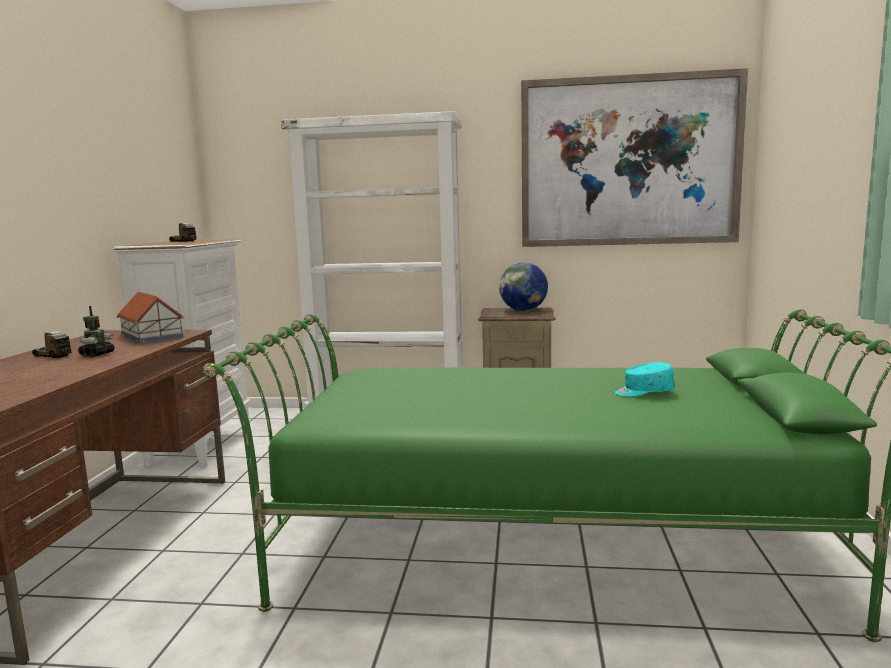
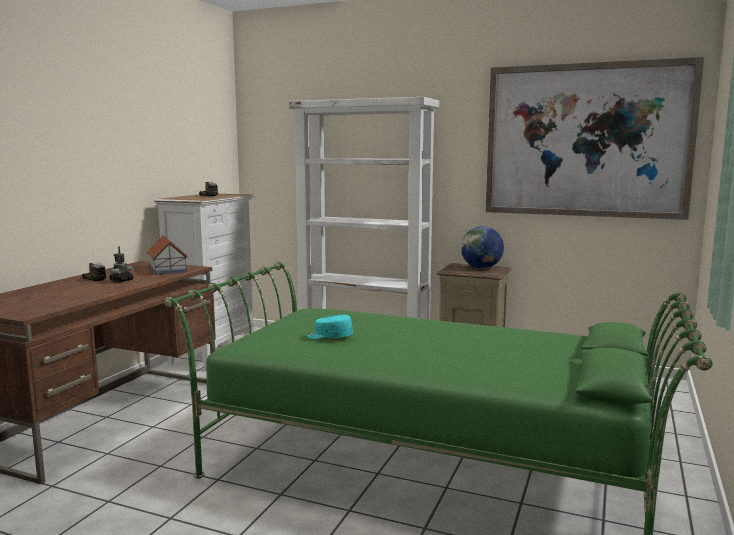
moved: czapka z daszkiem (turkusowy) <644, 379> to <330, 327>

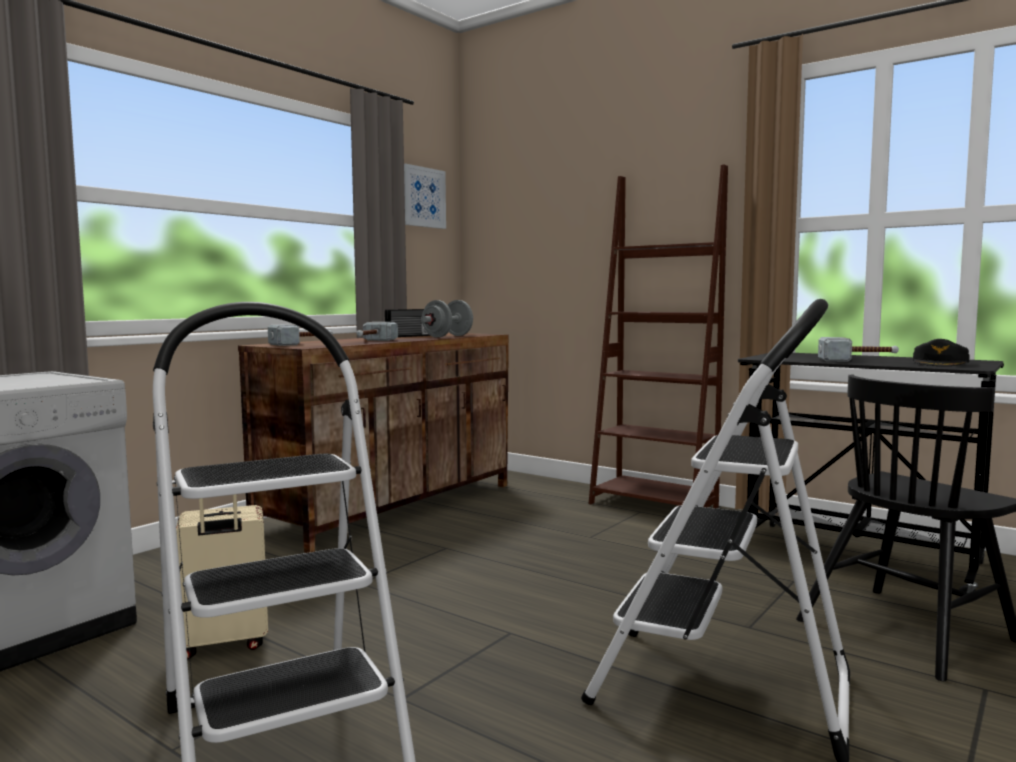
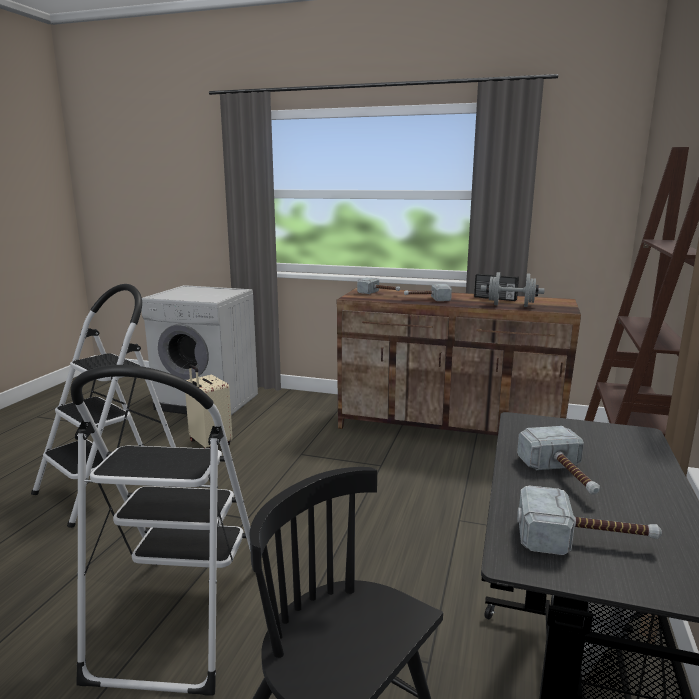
removed: obraz <425, 196>
replaced: czapka z daszkiem (czarny) <941, 352> to młotek <589, 520>

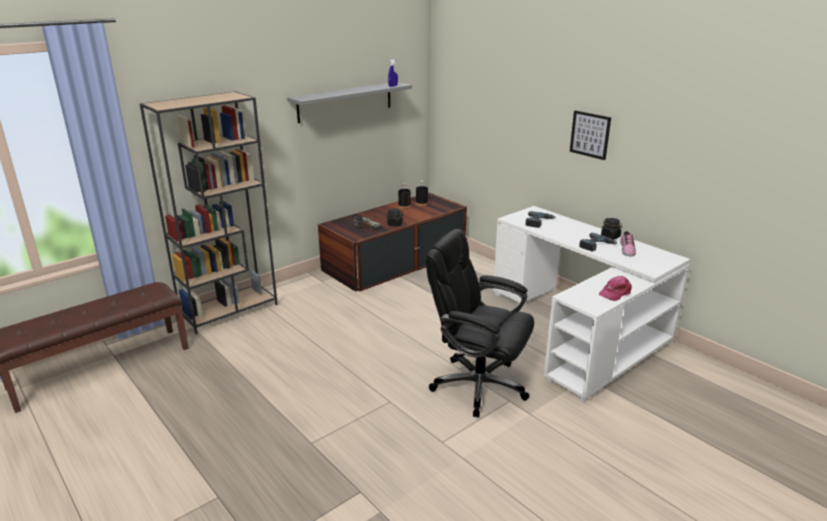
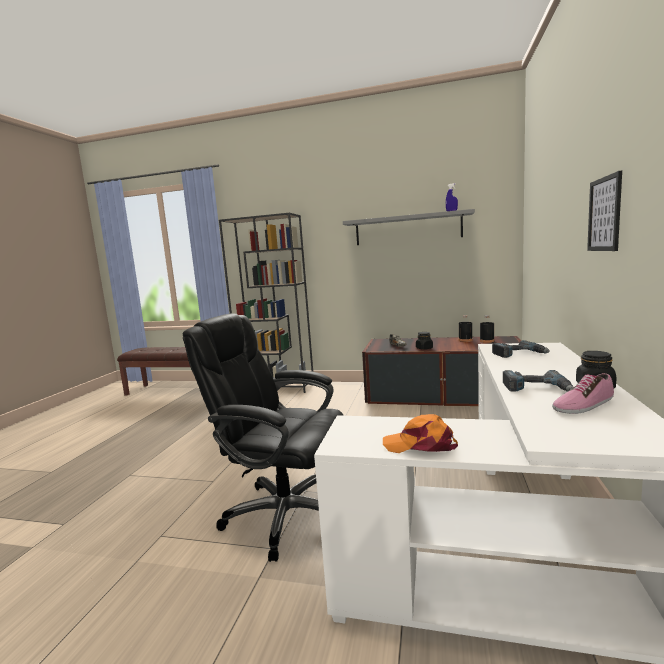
recoloured: czapka z daszkiem (różowy) <615, 288> to czapka z daszkiem (pomarańczowy) <420, 433>
turned: krzesło biurowe (czarny) <479, 323> = <263, 437> 60 degrees counterclockwise

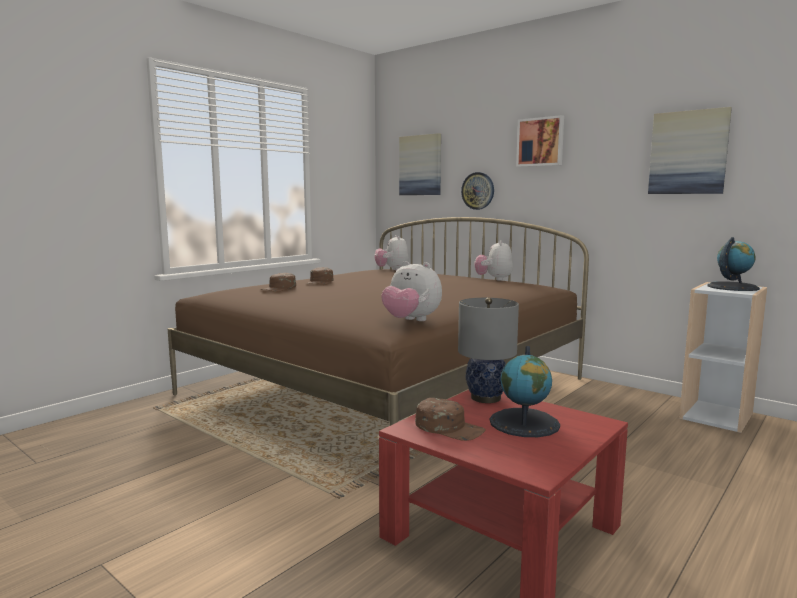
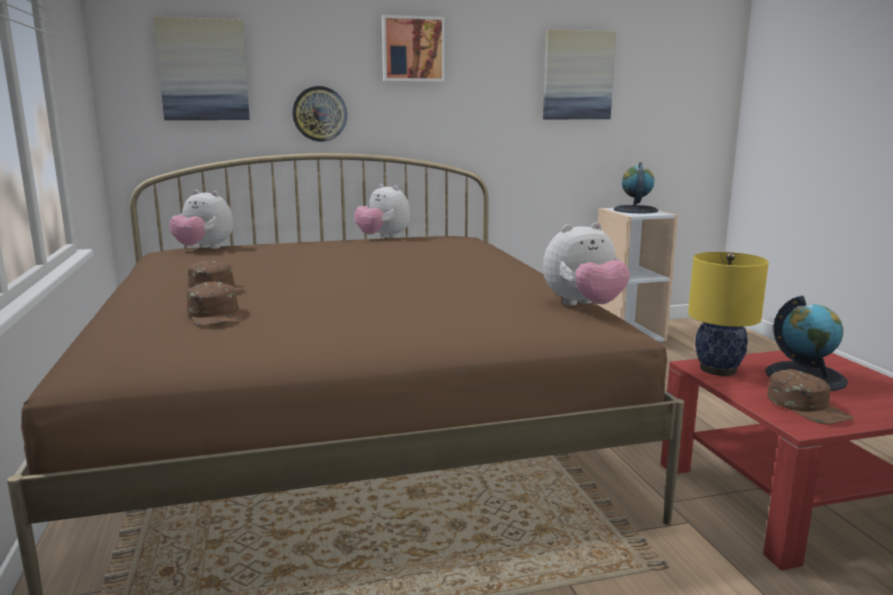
recoloured: lampa stołowa (szary) <488, 350> to lampa stołowa (żółty) <728, 314>
turned: czapka z daszkiem (brązowy) <450, 419> = <810, 396> 90 degrees clockwise

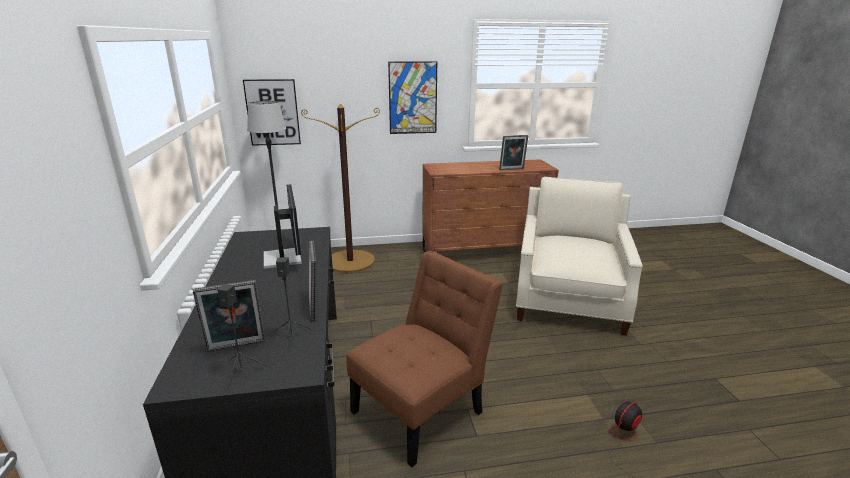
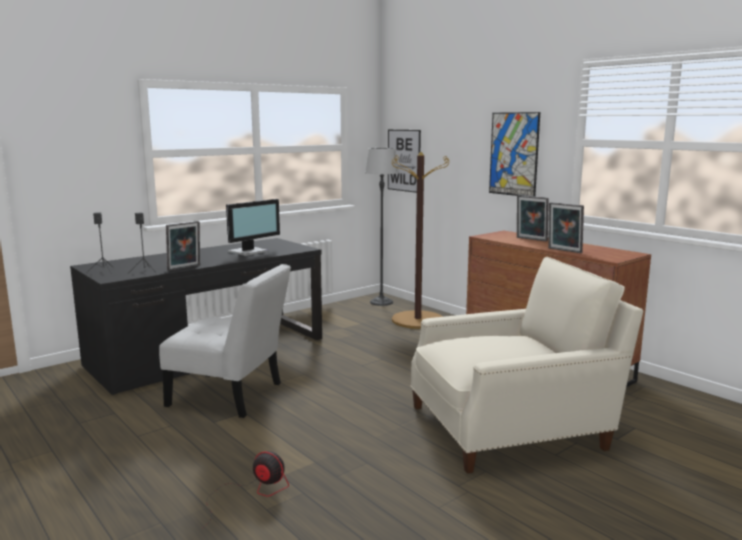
moved: ramka na zdjęcie <229, 316> to <533, 218>
recoloured: krzesło (brązowy) <425, 359> to krzesło (biały) <225, 341>

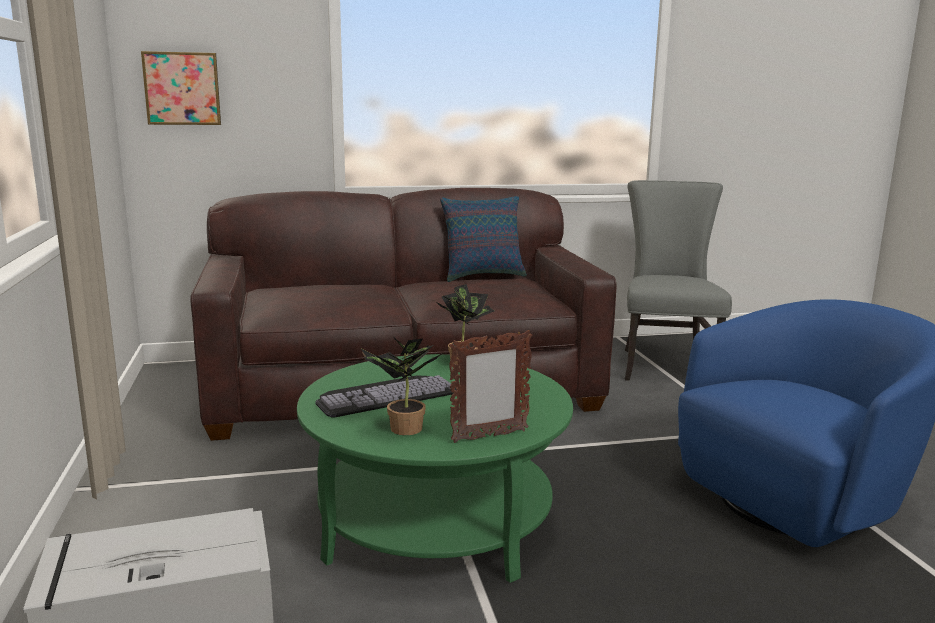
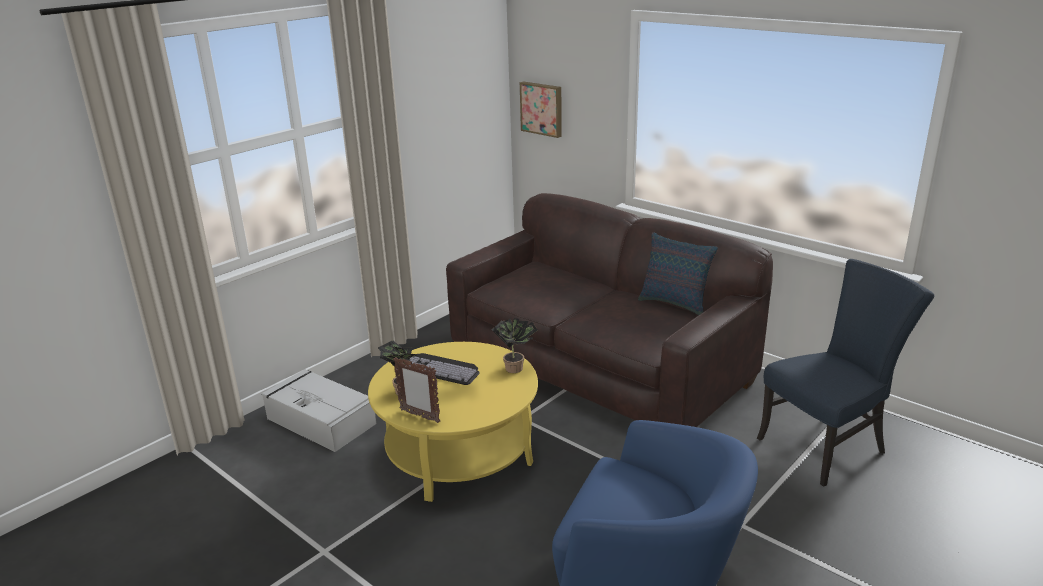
recoloured: krzesło (szary) <678, 280> to krzesło (niebieski) <846, 373>; ława (zielony) <435, 468> to ława (żółty) <453, 422>

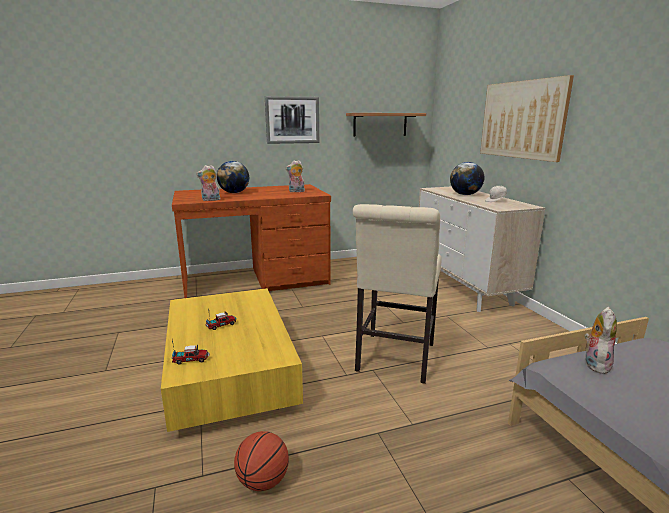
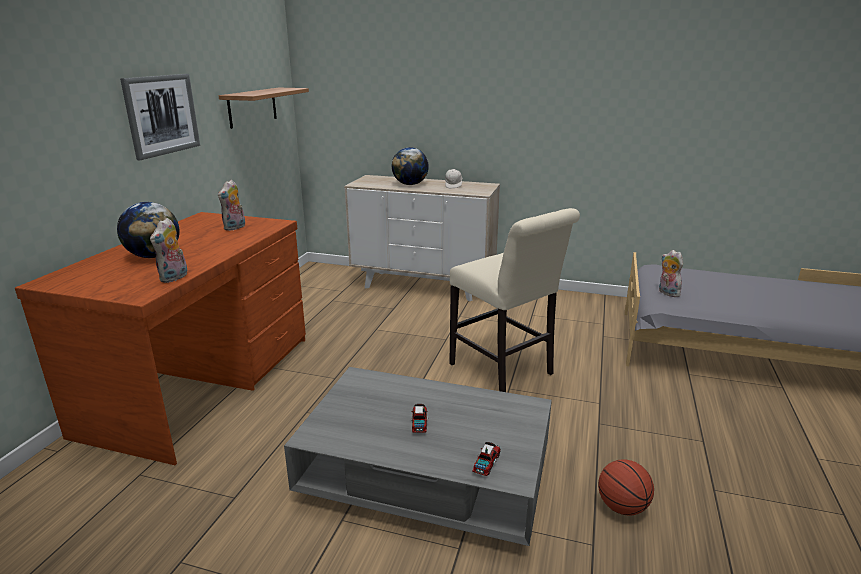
removed: obraz <527, 118>
recoloured: ława (żółty) <232, 360> to ława (szary) <418, 456>

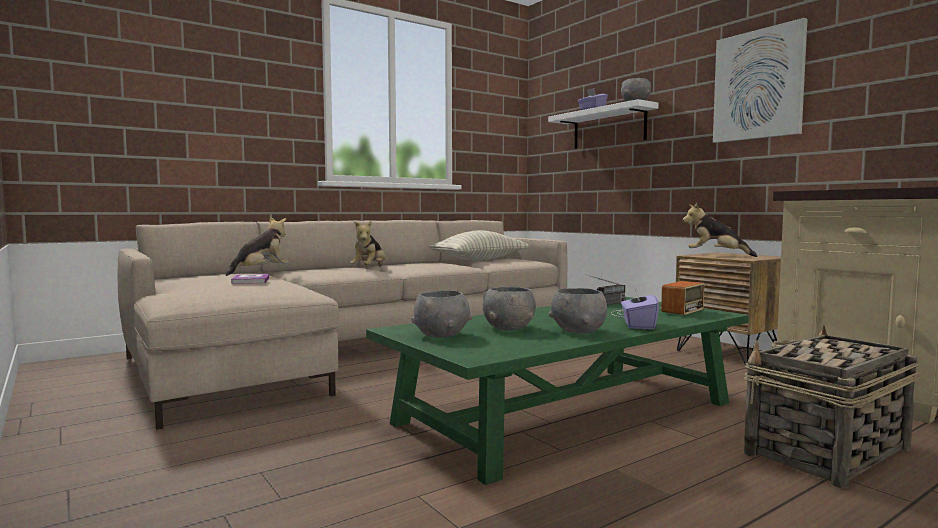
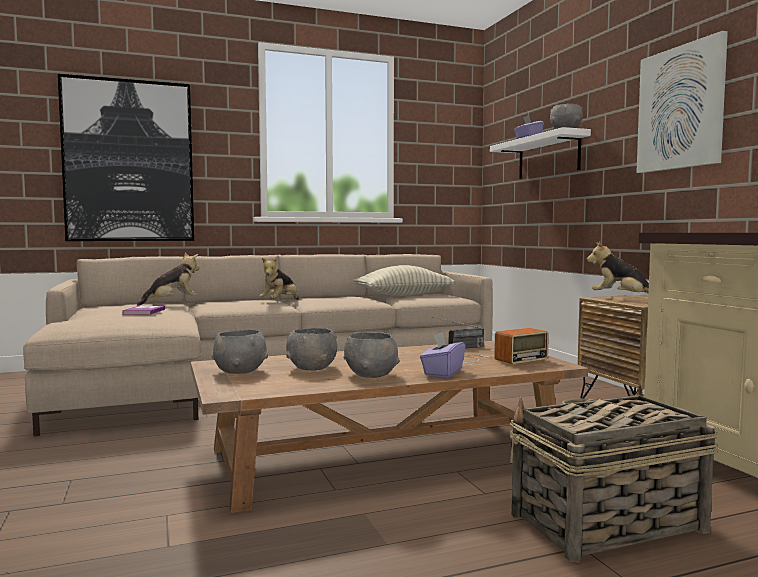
added: obraz <126, 157>
recoloured: ława (zielony) <557, 391> to ława (brązowy) <389, 427>

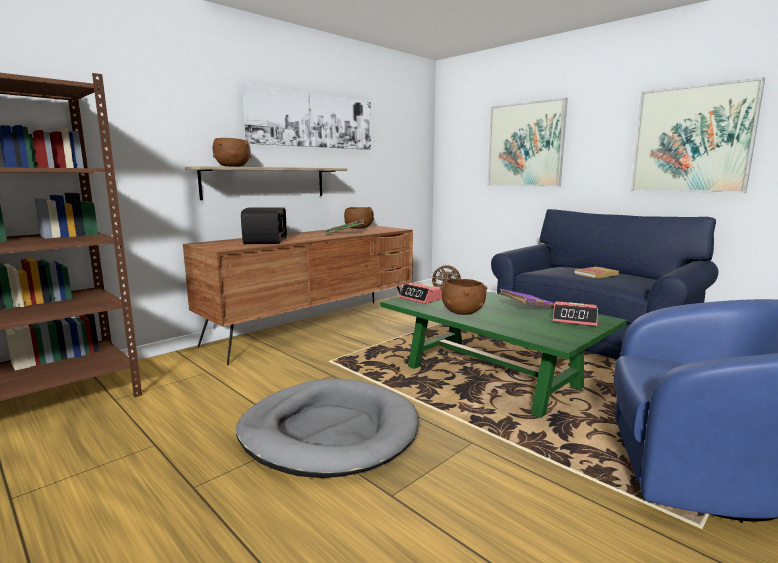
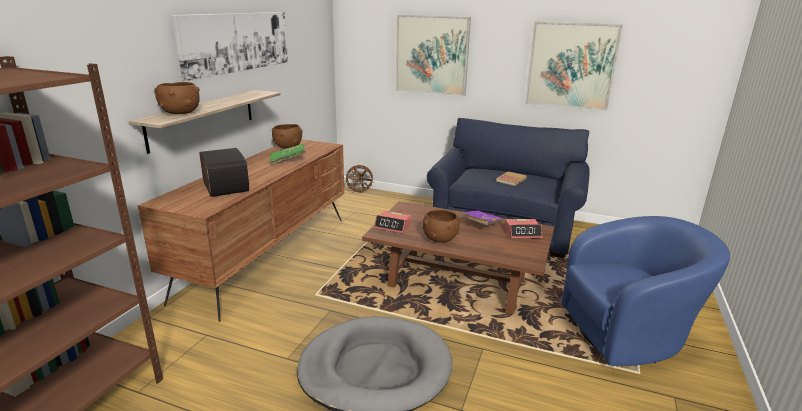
recoloured: ława (zielony) <503, 352> to ława (brązowy) <458, 257>

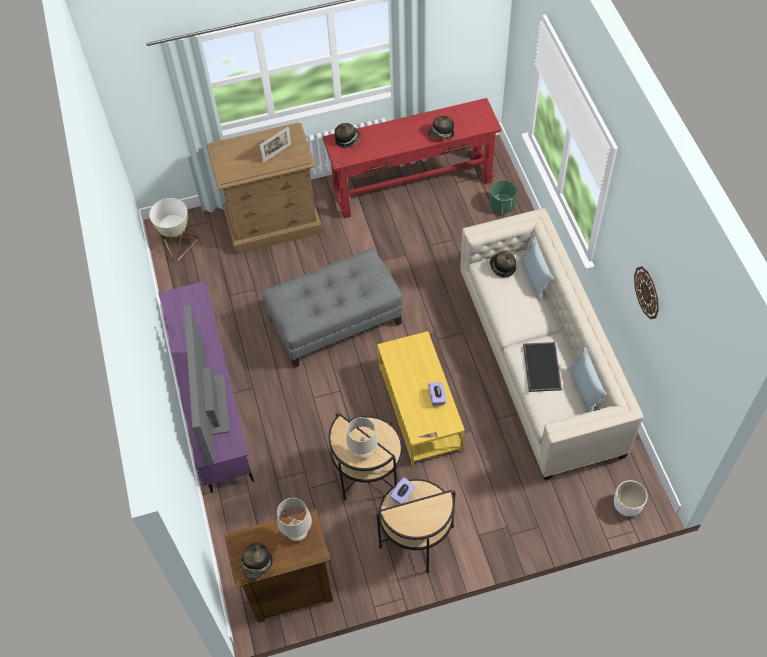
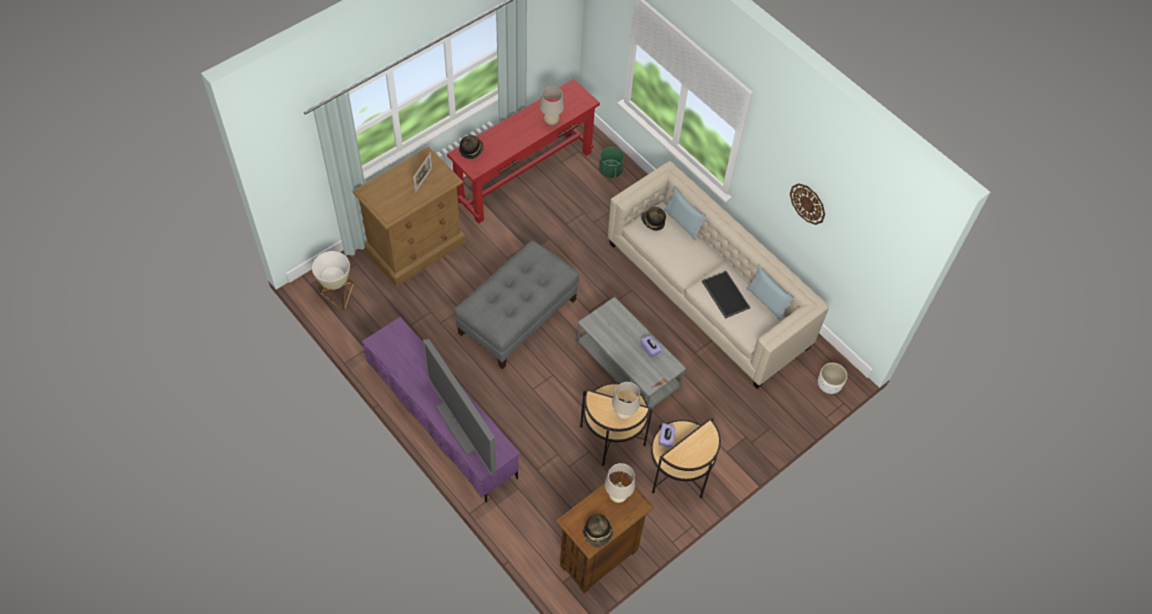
replaced: kapelusz <441, 127> to lampa stołowa (beżowy) <552, 106>
recoloured: ława (żółty) <421, 398> to ława (szary) <631, 353>

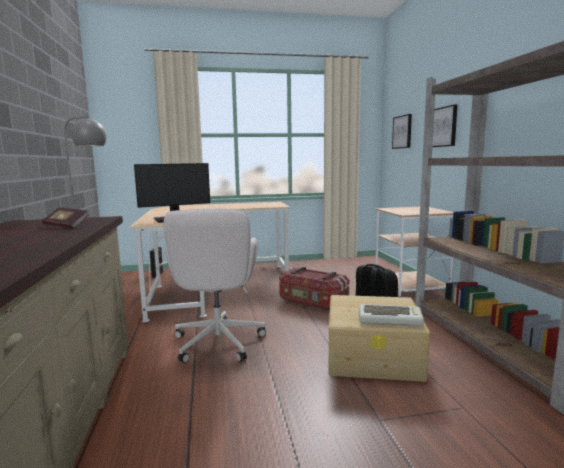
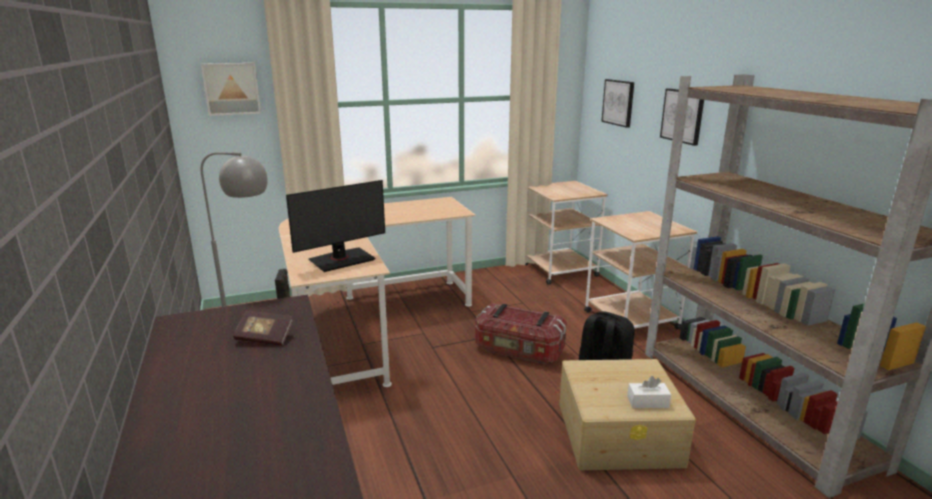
removed: krzesło biurowe (biały) <214, 286>
added: obraz <231, 89>; wózek (beżowy) <566, 232>
replaced: klawiatura <391, 315> to pudełko chusteczek (biały) <649, 392>

